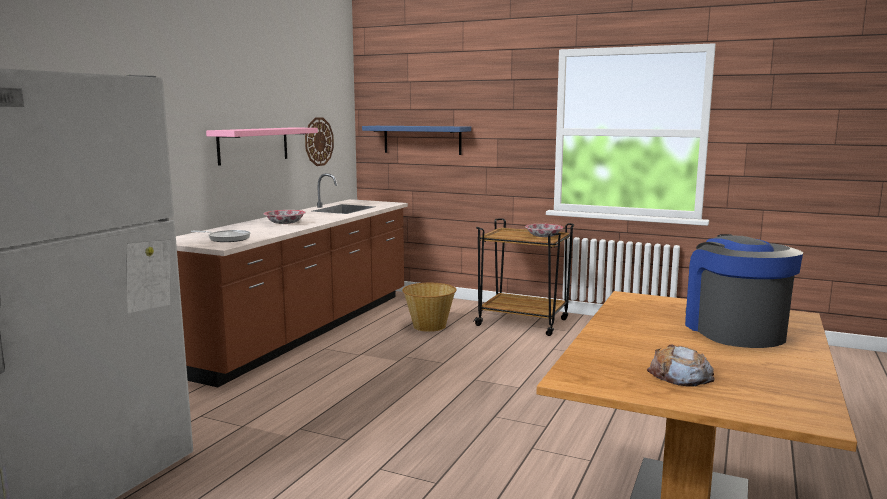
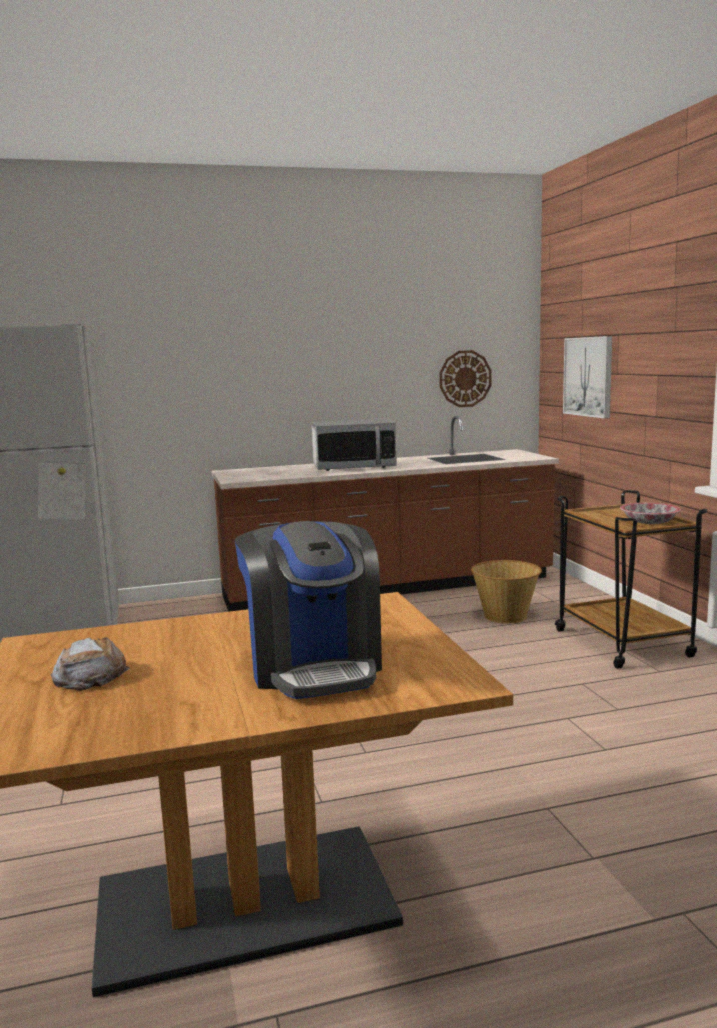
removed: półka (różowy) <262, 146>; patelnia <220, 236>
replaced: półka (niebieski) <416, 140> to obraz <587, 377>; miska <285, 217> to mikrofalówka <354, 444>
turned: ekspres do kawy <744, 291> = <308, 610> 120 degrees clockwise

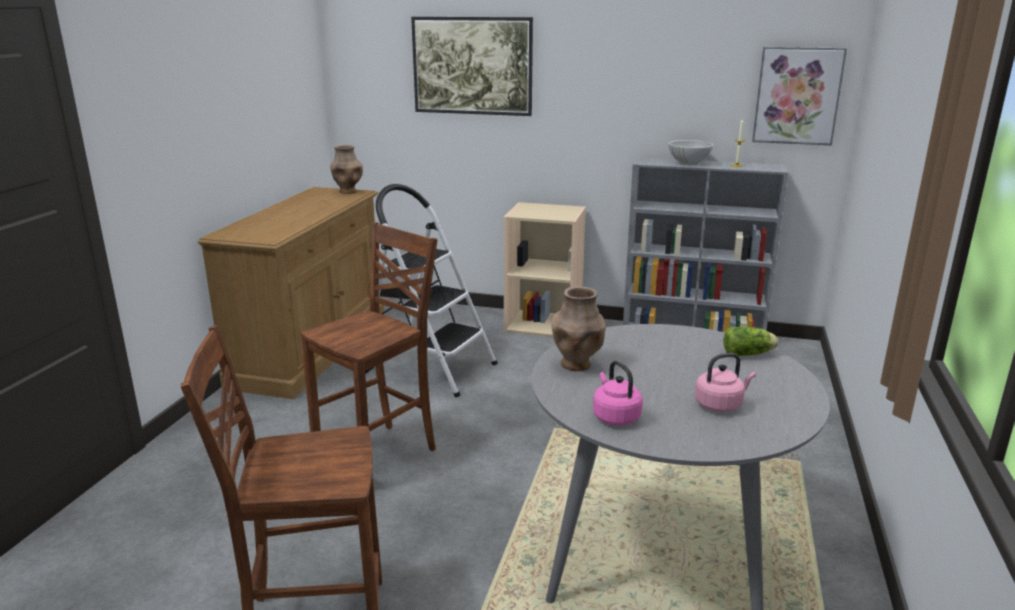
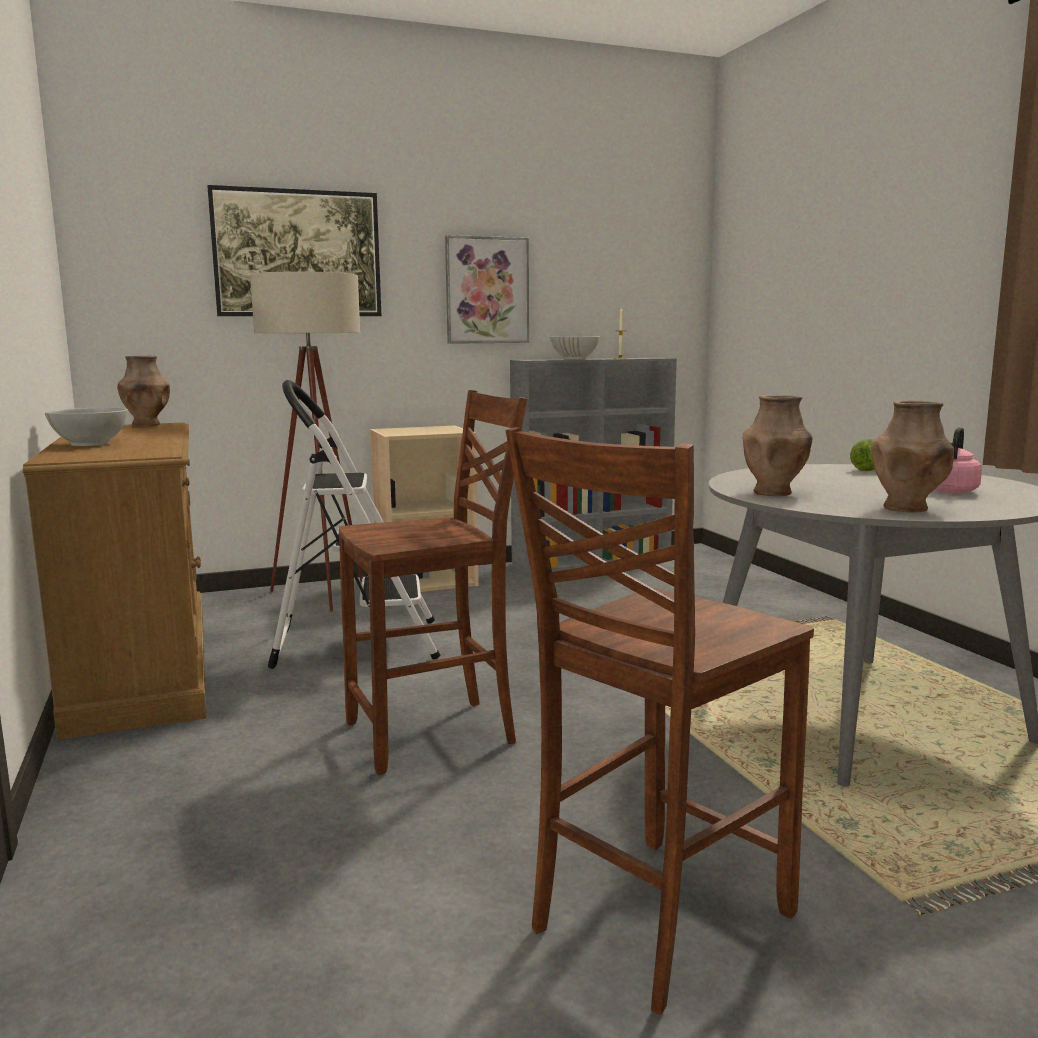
added: lampa stojąca (beżowy) <306, 441>; miska (biały) <86, 427>
moved: obraz <799, 96> to <487, 289>
replaced: czajnik (różowy) <618, 393> to wazon (brązowy) <913, 456>
turned: krzesło (brązowy) <369, 336> = <433, 582> 60 degrees clockwise

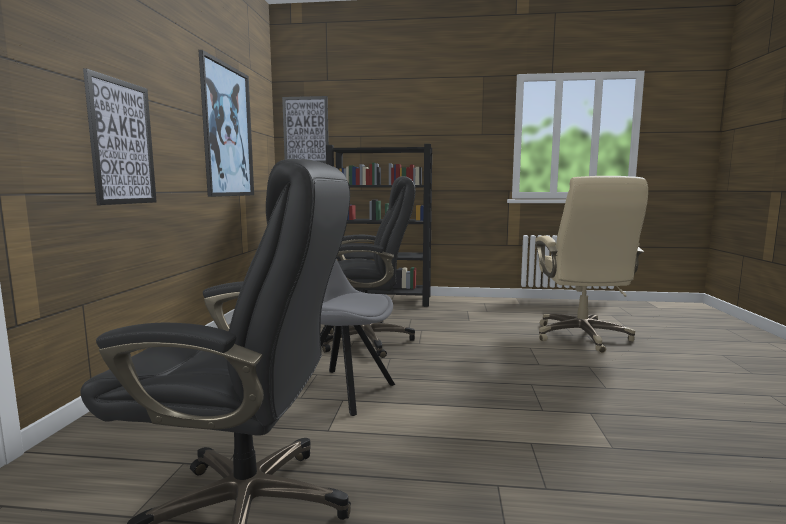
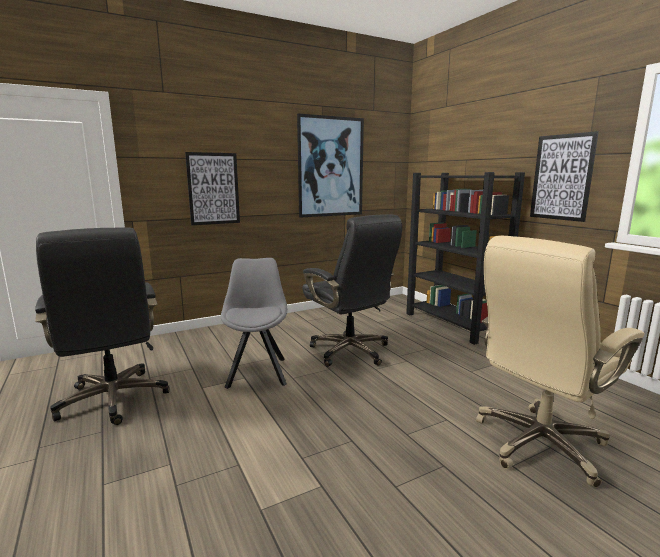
moved: obraz <305, 129> to <564, 176>

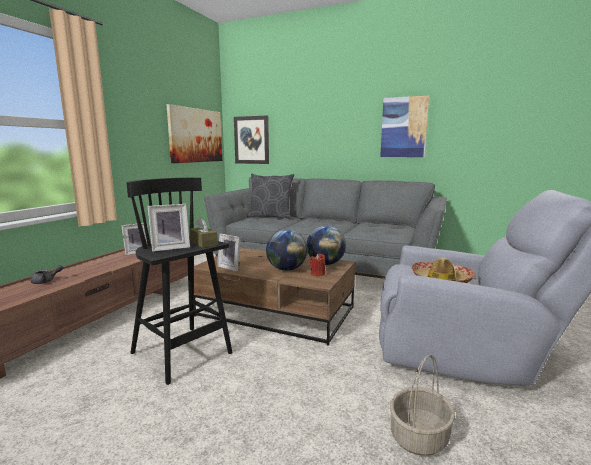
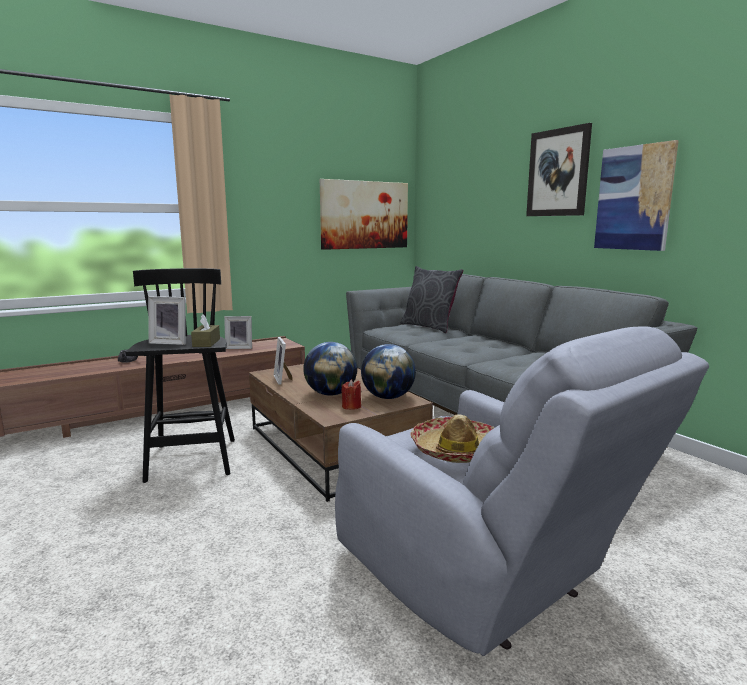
removed: koszyk <422, 405>
moved: obraz <251, 140> to <559, 169>

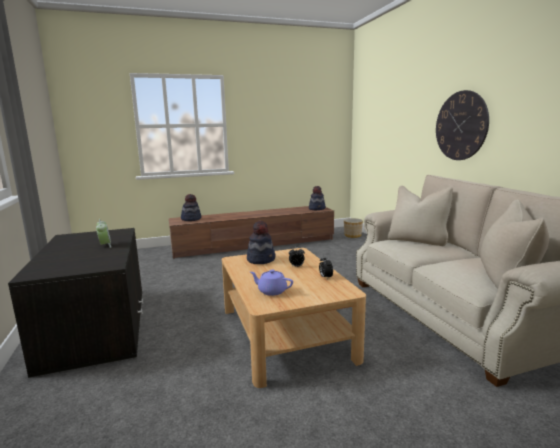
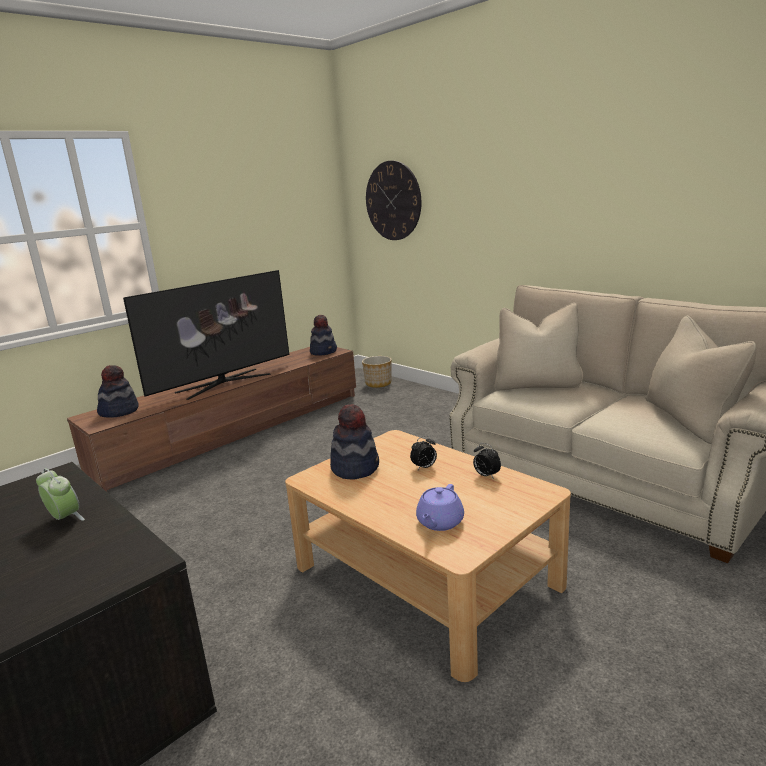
added: telewizor <206, 335>
moved: zegar ścienny <462, 125> to <393, 200>
turned: imbryk (fioletowy) <271, 283> = <440, 507> 60 degrees counterclockwise

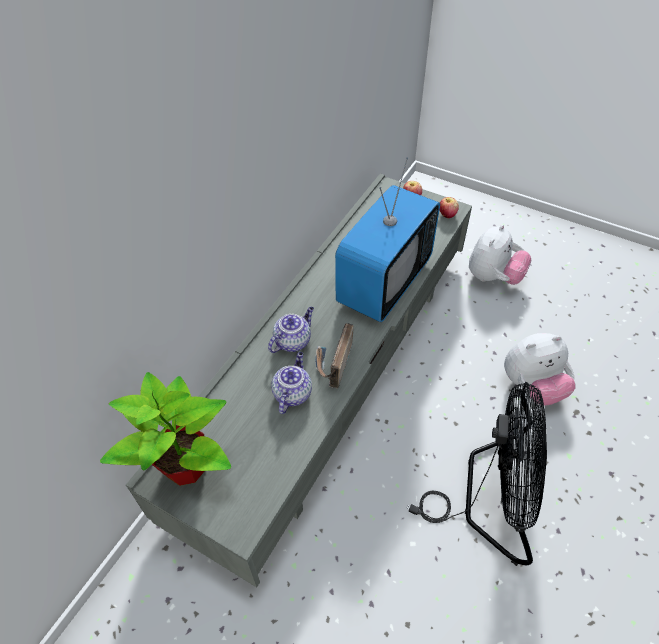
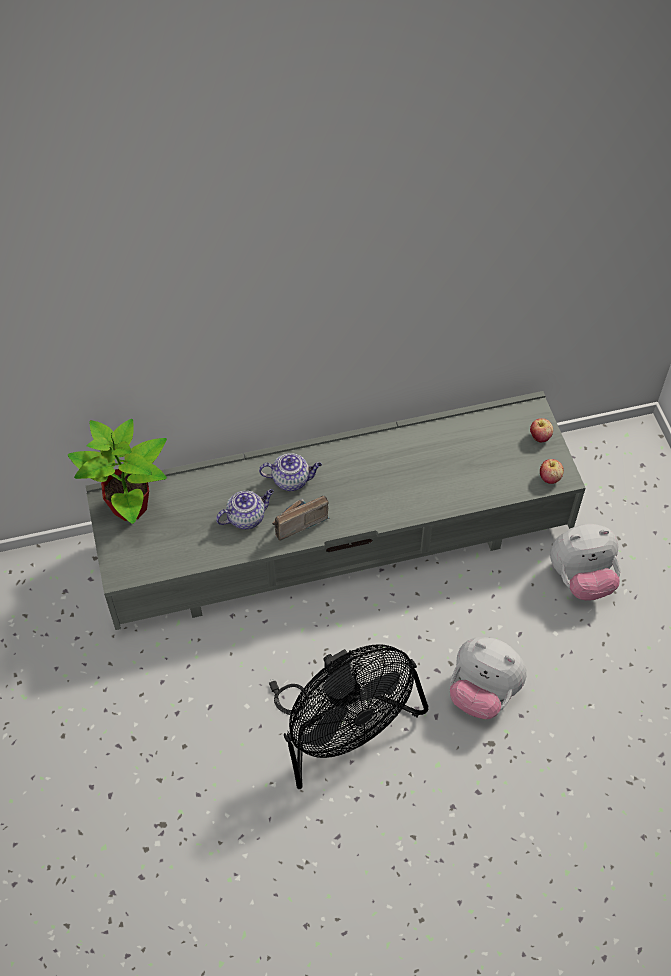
removed: telewizor <387, 239>

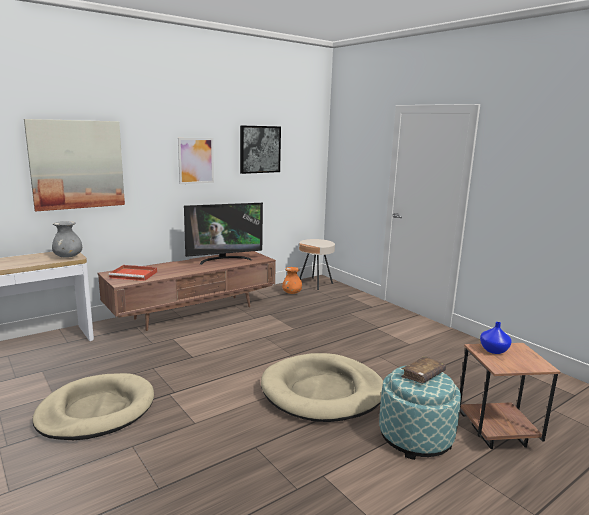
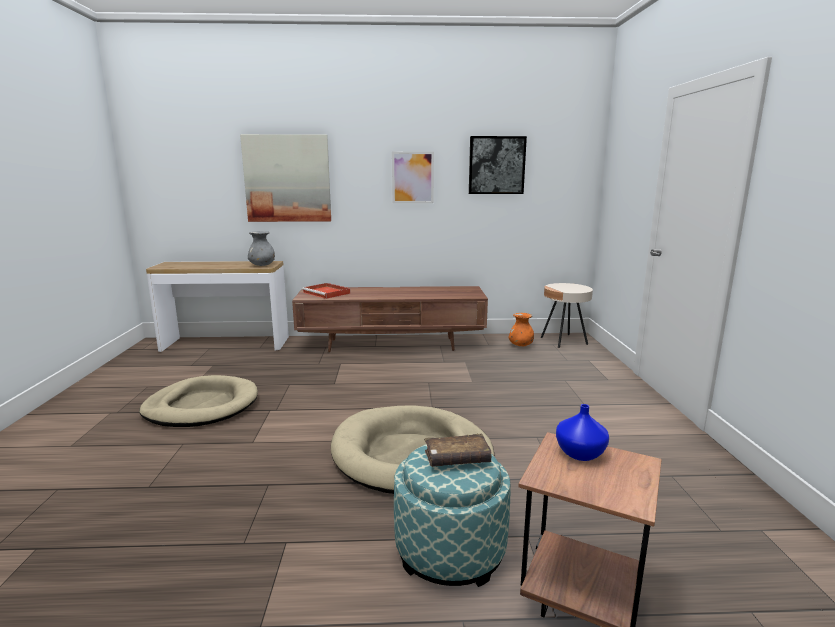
removed: telewizor <223, 234>

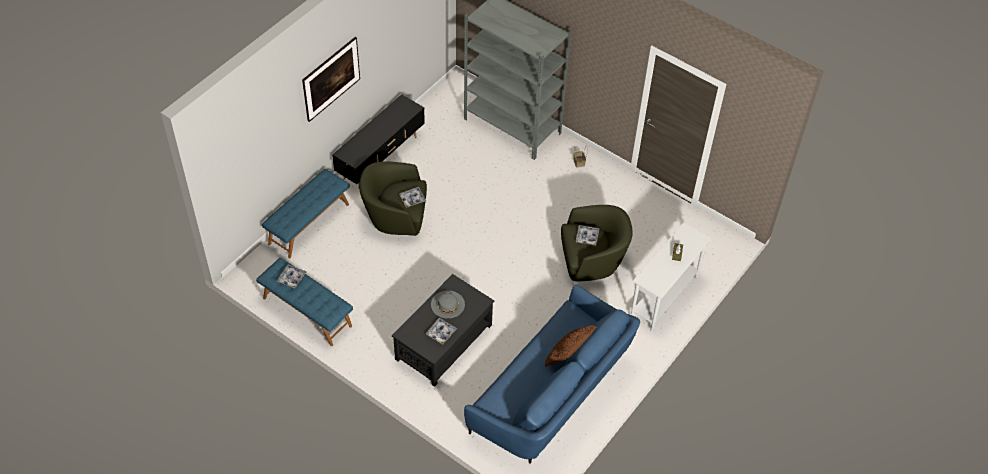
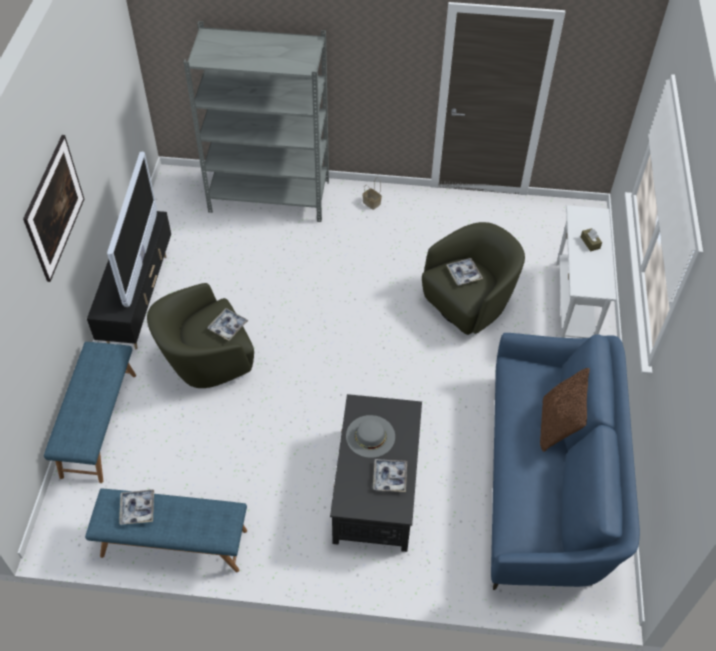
added: telewizor <132, 229>

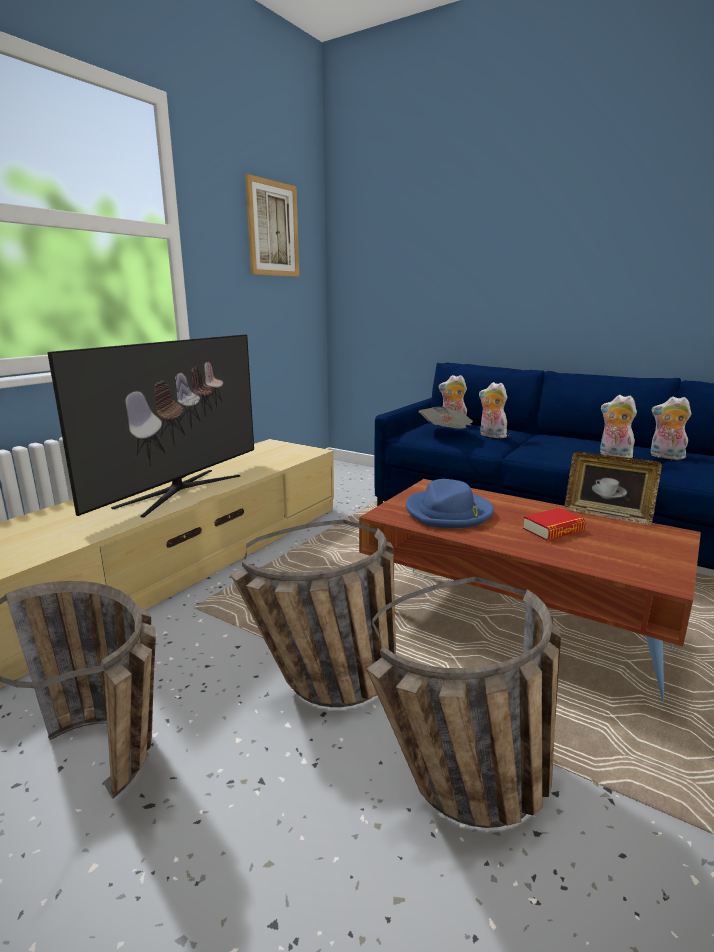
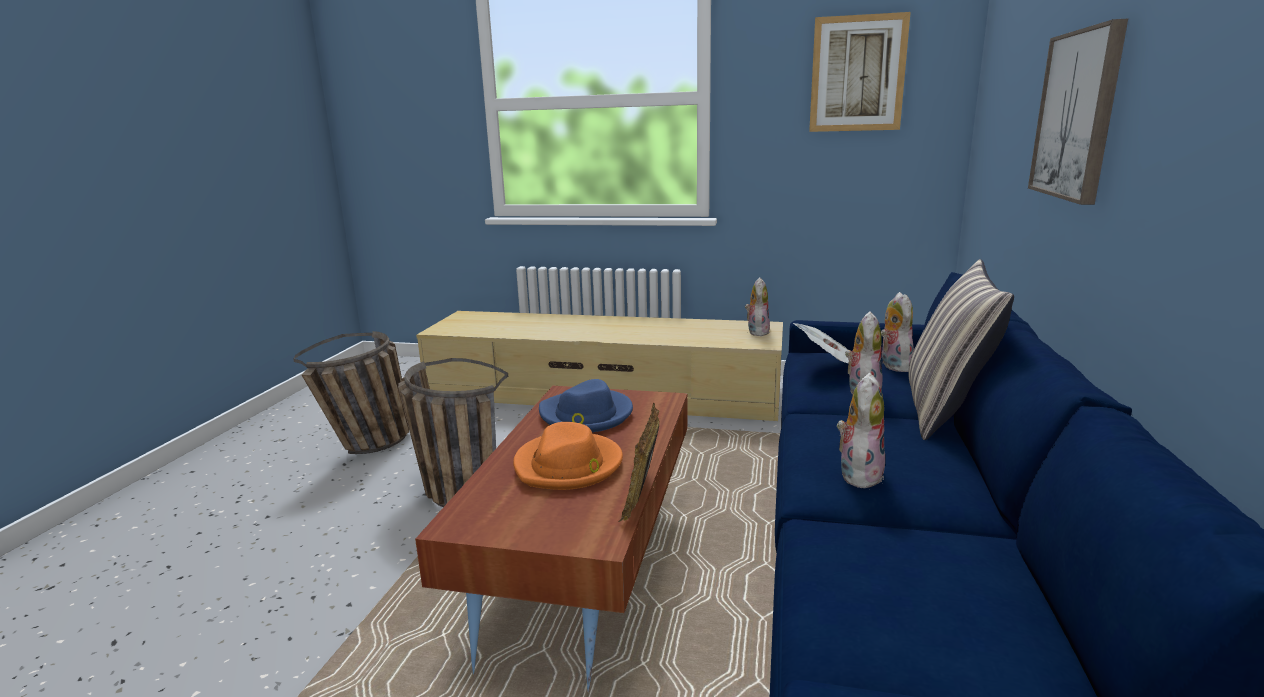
removed: telewizor <151, 425>; koszyk <464, 702>
added: obraz <1078, 112>; poduszka <961, 349>
moved: pluszak <671, 428> to <757, 306>
replaced: książka <554, 524> to kapelusz (pomarańczowy) <568, 456>

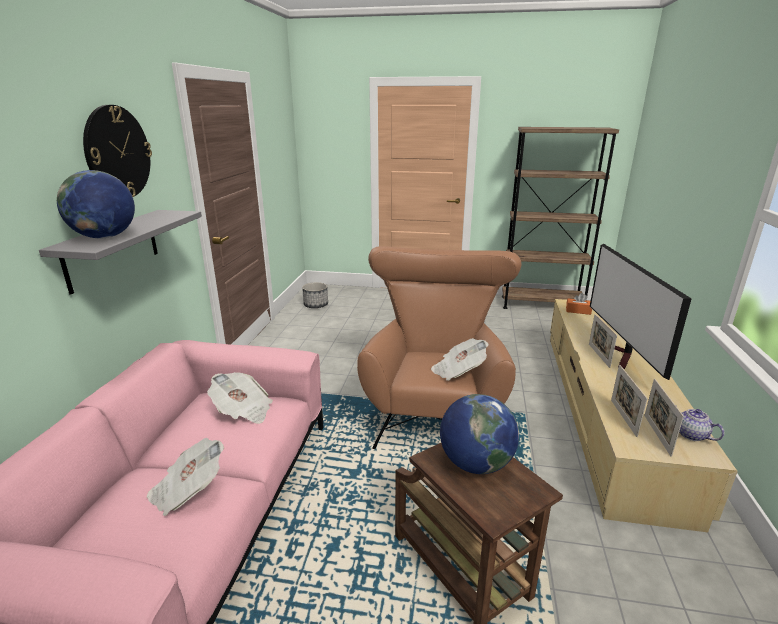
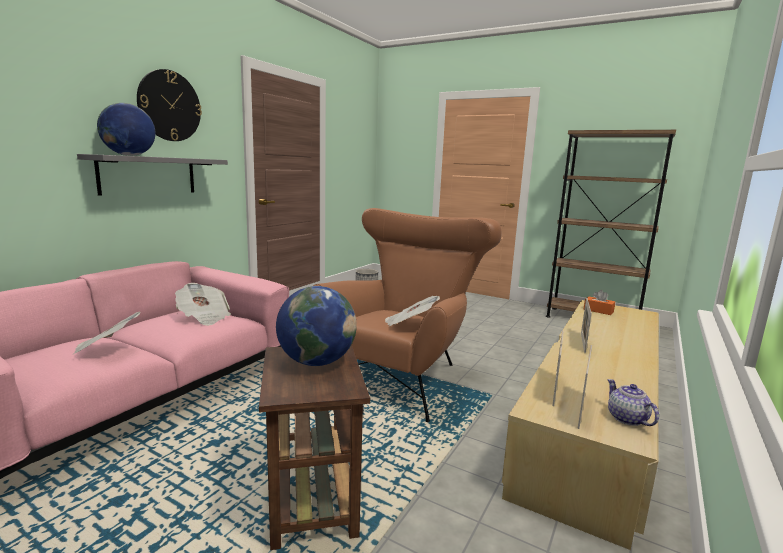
removed: telewizor <641, 312>

